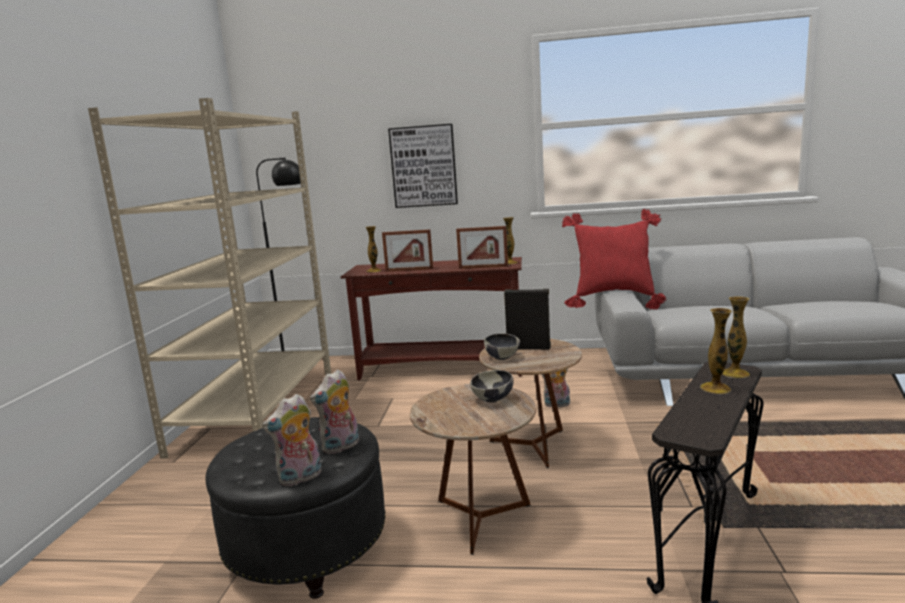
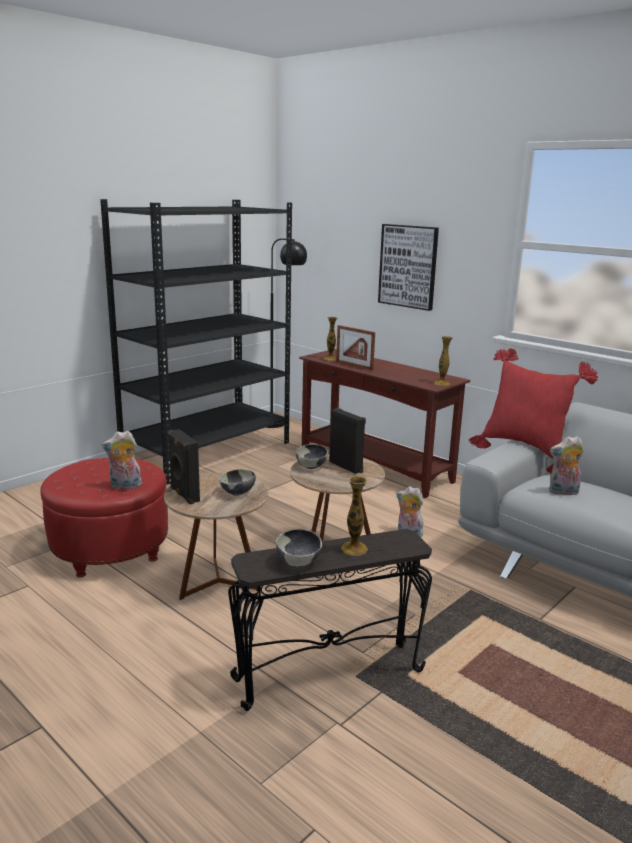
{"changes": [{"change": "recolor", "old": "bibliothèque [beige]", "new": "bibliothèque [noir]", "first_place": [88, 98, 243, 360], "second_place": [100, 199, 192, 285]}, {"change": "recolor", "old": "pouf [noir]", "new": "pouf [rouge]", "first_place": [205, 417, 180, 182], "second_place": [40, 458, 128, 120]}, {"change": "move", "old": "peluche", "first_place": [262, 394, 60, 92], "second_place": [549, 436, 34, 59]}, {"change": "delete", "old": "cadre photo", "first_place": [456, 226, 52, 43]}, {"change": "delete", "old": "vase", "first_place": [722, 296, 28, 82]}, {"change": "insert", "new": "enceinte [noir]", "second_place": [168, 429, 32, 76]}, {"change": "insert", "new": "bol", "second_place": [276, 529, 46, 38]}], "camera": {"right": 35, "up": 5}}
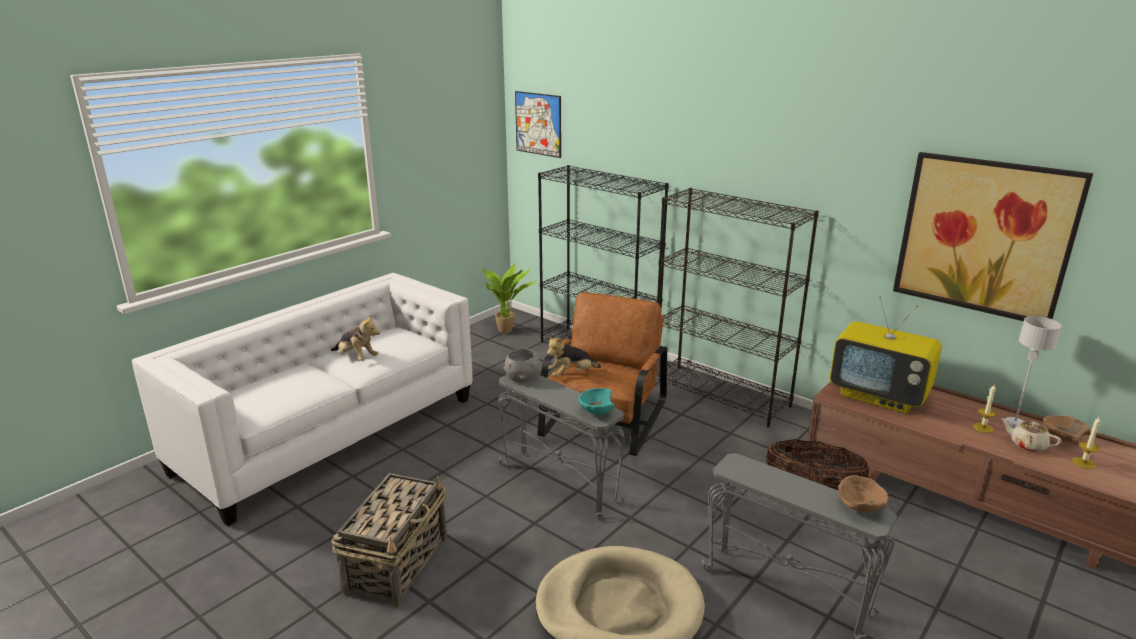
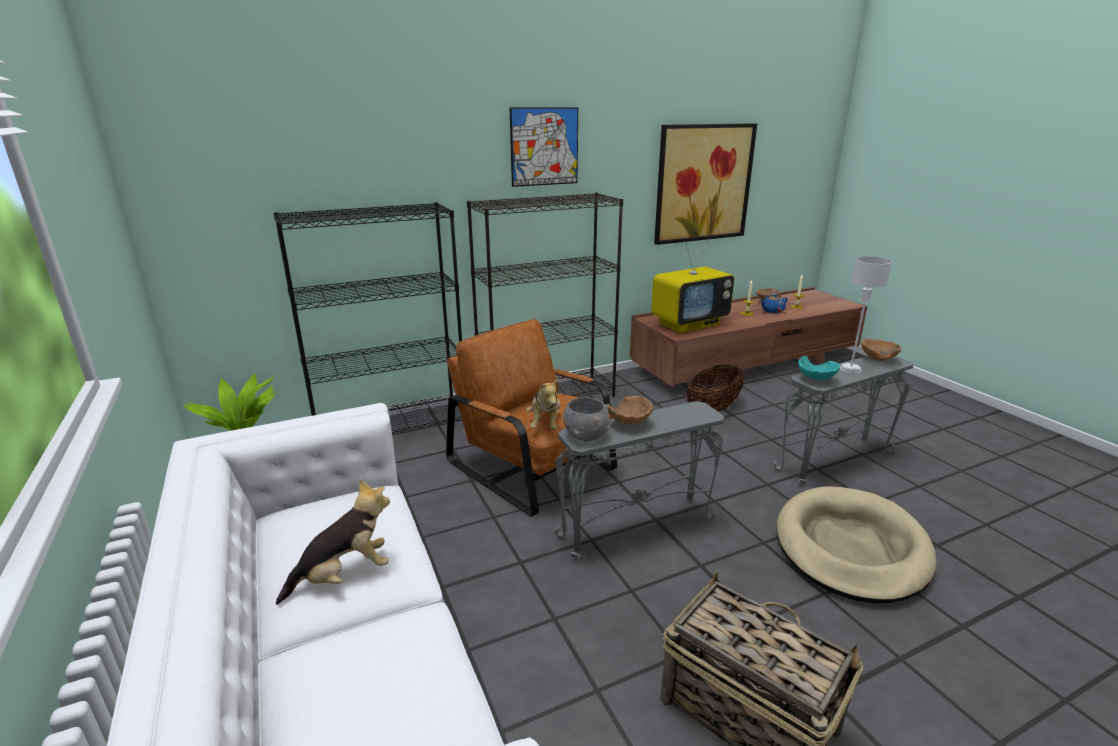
{"changes": [{"change": "move", "old": "tableau", "first_place": [515, 91, 46, 67], "second_place": [510, 107, 68, 80]}, {"change": "move", "old": "bol [turquoise]", "first_place": [579, 388, 36, 27], "second_place": [798, 356, 42, 24]}, {"change": "recolor", "old": "théière [beige]", "new": "théière [bleu]", "first_place": [1001, 418, 61, 34], "second_place": [760, 294, 28, 19]}, {"change": "move", "old": "lampe de table [gris]", "first_place": [1004, 316, 58, 112], "second_place": [840, 257, 52, 116]}, {"change": "insert", "new": "bol [marron]", "second_place": [607, 396, 46, 29]}], "camera": {"right": -65, "up": 0}}
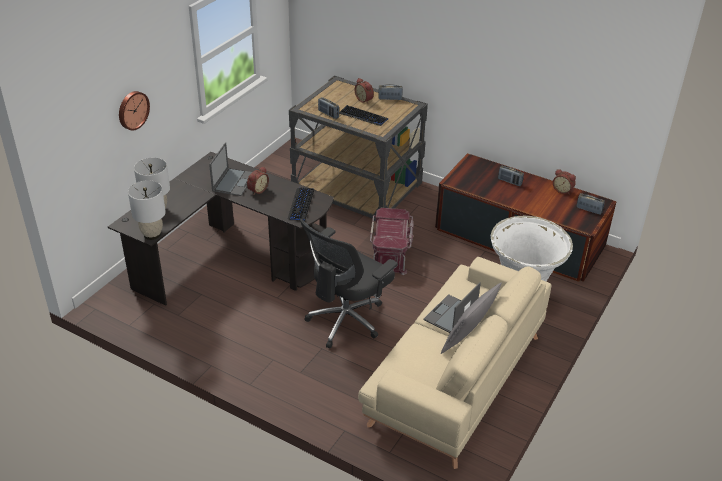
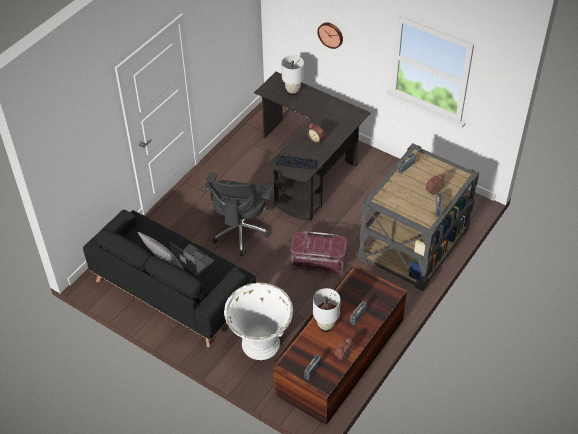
{"changes": [{"change": "move", "old": "lampe de table [blanc]", "first_place": [128, 180, 38, 60], "second_place": [313, 288, 28, 44]}, {"change": "delete", "old": "ordinateur portable", "first_place": [209, 142, 43, 54]}, {"change": "rotate", "old": "chaise de bureau", "first_place": [300, 219, 98, 129], "second_place": [205, 172, 69, 84], "degrees": -120}, {"change": "delete", "old": "clavier", "first_place": [339, 105, 49, 21]}, {"change": "recolor", "old": "canapé [beige]", "new": "canapé [noir]", "first_place": [358, 257, 193, 212], "second_place": [83, 210, 173, 137]}], "camera": {"right": 95, "up": 10}}
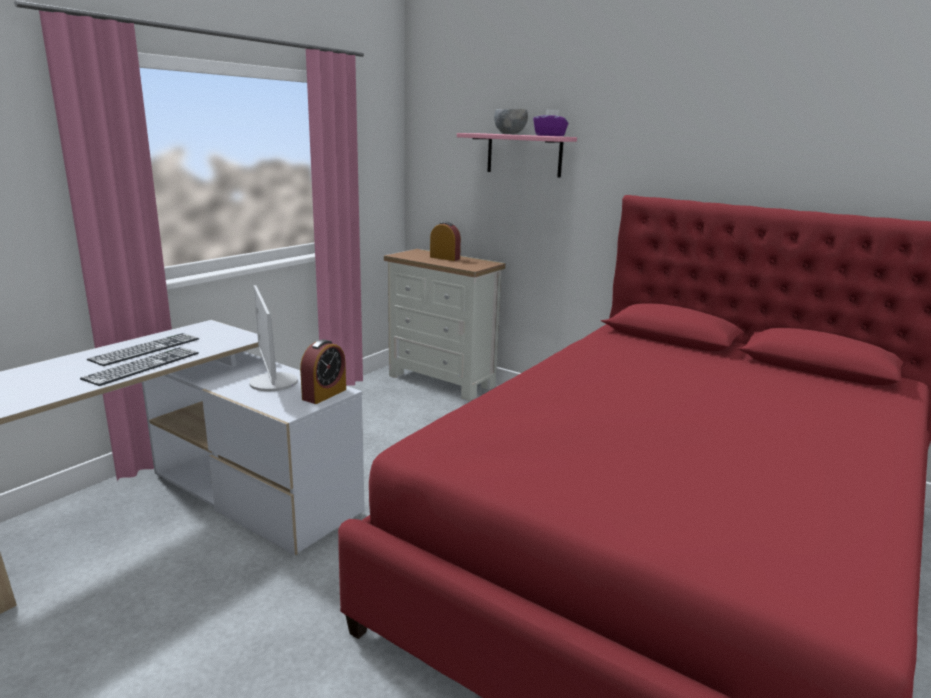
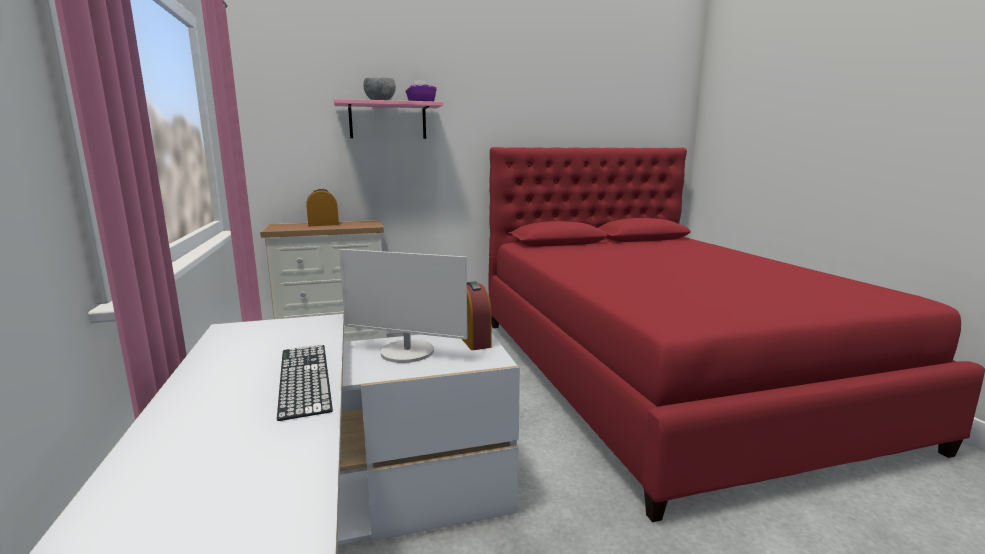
{"changes": [{"change": "delete", "old": "clavier", "first_place": [87, 333, 112, 33]}], "camera": {"right": -50, "up": -5}}
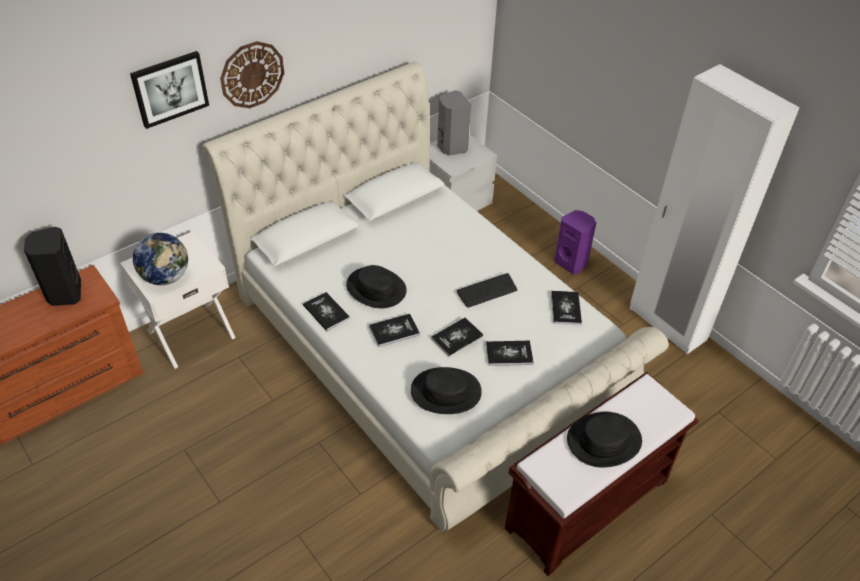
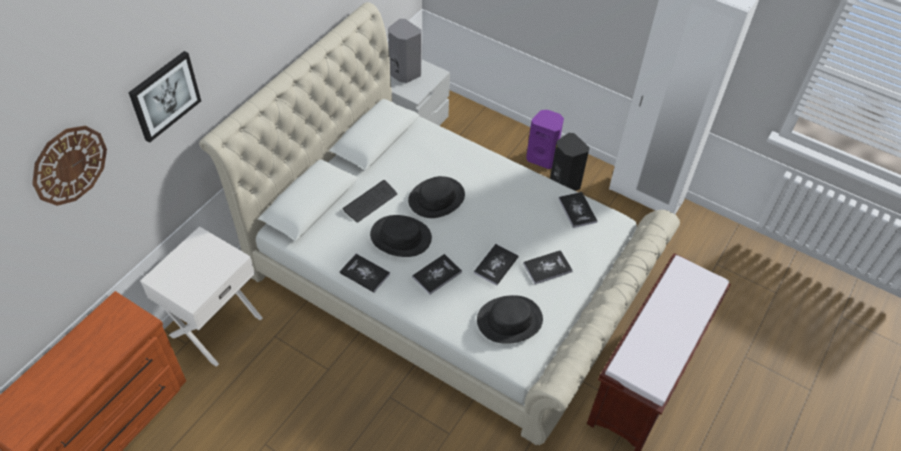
{"changes": [{"change": "move", "old": "enceinte [noir]", "first_place": [24, 227, 57, 79], "second_place": [550, 133, 40, 58]}, {"change": "delete", "old": "globe", "first_place": [133, 233, 55, 52]}, {"change": "move", "old": "horloge murale", "first_place": [220, 41, 64, 67], "second_place": [32, 126, 75, 80]}, {"change": "move", "old": "clavier", "first_place": [457, 273, 60, 35], "second_place": [342, 180, 55, 43]}, {"change": "move", "old": "chapeau [noir]", "first_place": [567, 412, 75, 55], "second_place": [408, 176, 57, 42]}], "camera": {"right": -20, "up": 5}}
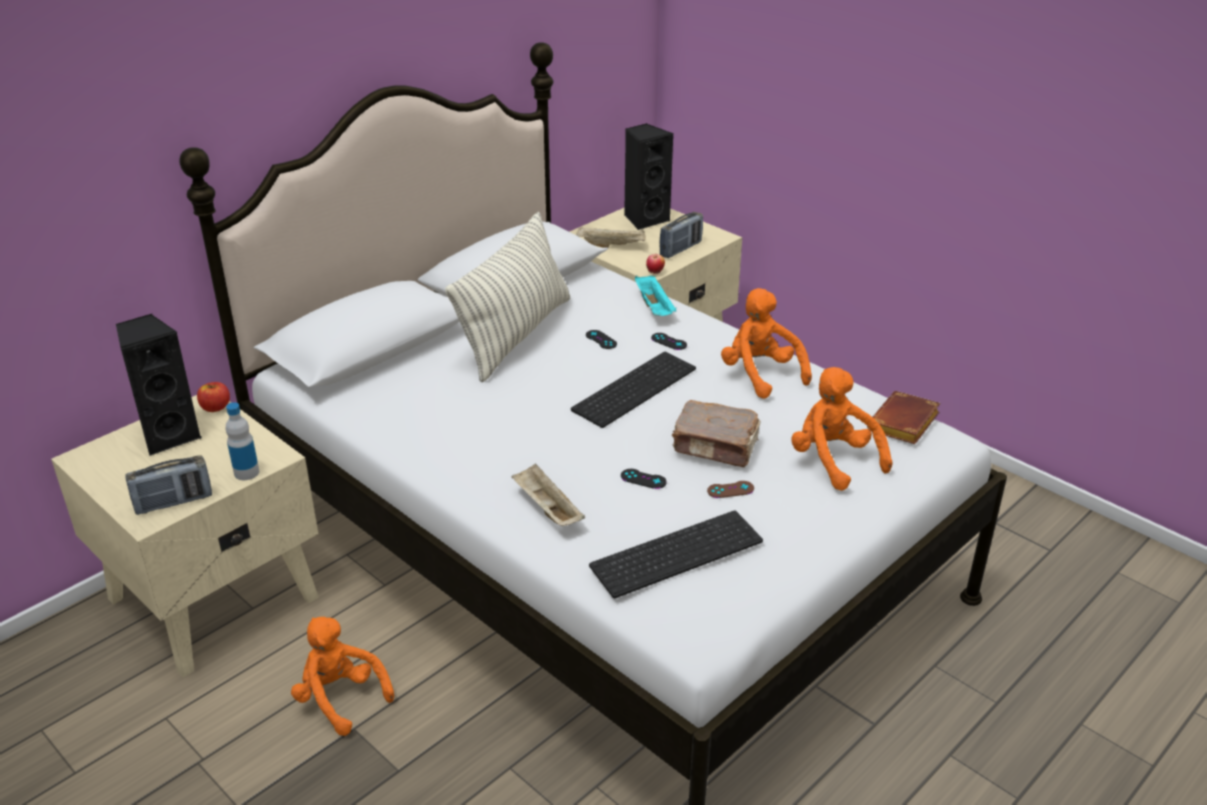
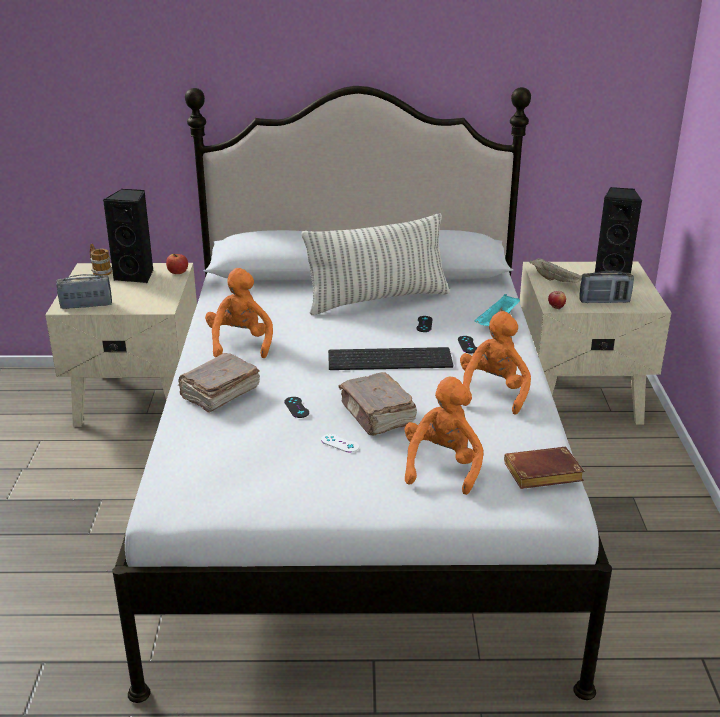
{"changes": [{"change": "rotate", "old": "radio", "first_place": [125, 455, 87, 60], "second_place": [56, 274, 56, 35], "degrees": 150}, {"change": "delete", "old": "bouteille", "first_place": [226, 402, 33, 78]}, {"change": "move", "old": "peluche [orange]", "first_place": [291, 617, 103, 119], "second_place": [205, 268, 68, 90]}, {"change": "replace", "old": "plateau [beige]", "new": "livre [marron]", "first_place": [512, 464, 73, 62], "second_place": [178, 353, 82, 60]}, {"change": "delete", "old": "clavier", "first_place": [589, 510, 174, 88]}, {"change": "recolor", "old": "manette [marron]", "new": "manette [blanc]", "first_place": [707, 481, 47, 17], "second_place": [321, 434, 38, 19]}, {"change": "insert", "new": "mug", "second_place": [90, 244, 22, 32]}], "camera": {"right": 45, "up": -5}}
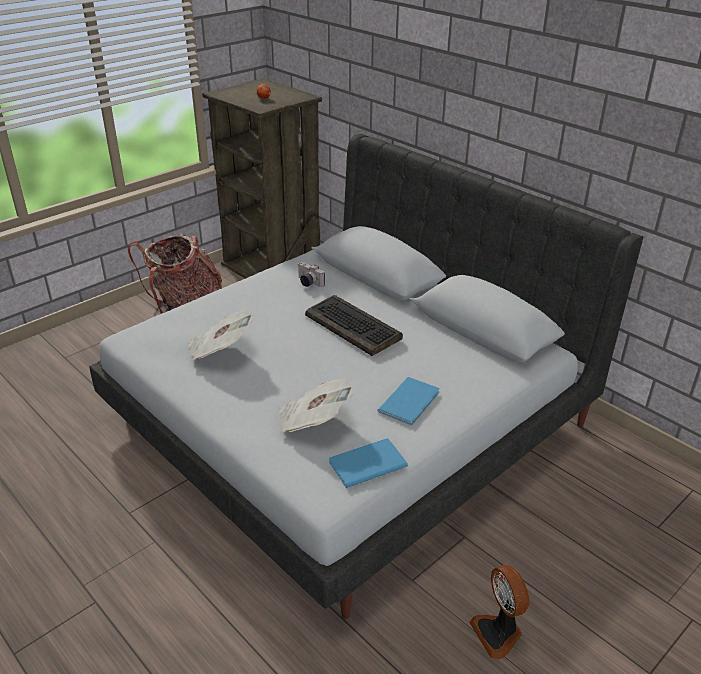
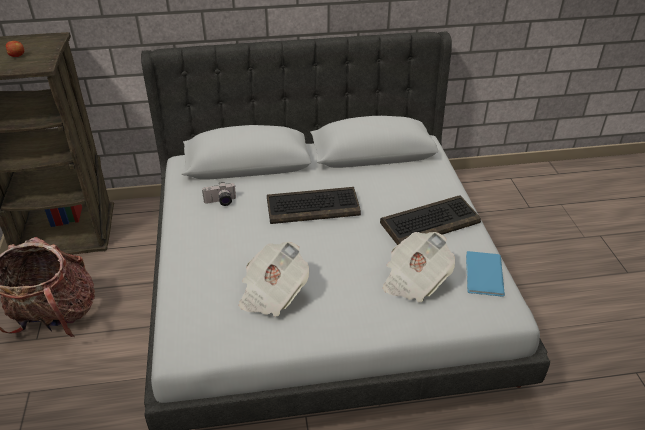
{"changes": [{"change": "replace", "old": "livre [bleu]", "new": "clavier", "first_place": [378, 377, 62, 48], "second_place": [380, 195, 101, 50]}, {"change": "delete", "old": "ventilateur", "first_place": [469, 565, 60, 95]}], "camera": {"right": -55, "up": 5}}
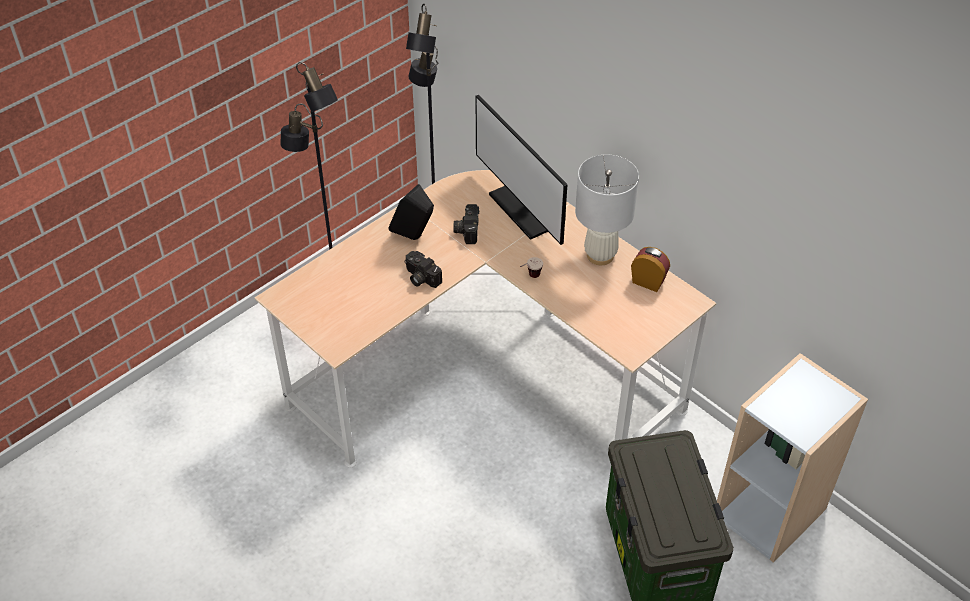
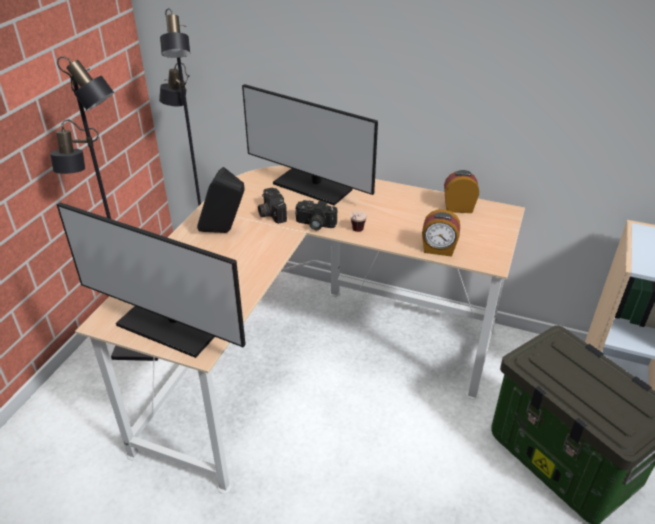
{"changes": [{"change": "move", "old": "appareil photo", "first_place": [404, 251, 38, 37], "second_place": [295, 200, 42, 30]}, {"change": "delete", "old": "lampe de table [blanc]", "first_place": [575, 154, 64, 111]}, {"change": "insert", "new": "écran d'ordinateur", "second_place": [56, 202, 190, 156]}, {"change": "insert", "new": "réveil", "second_place": [422, 209, 38, 48]}], "camera": {"right": -25, "up": -10}}
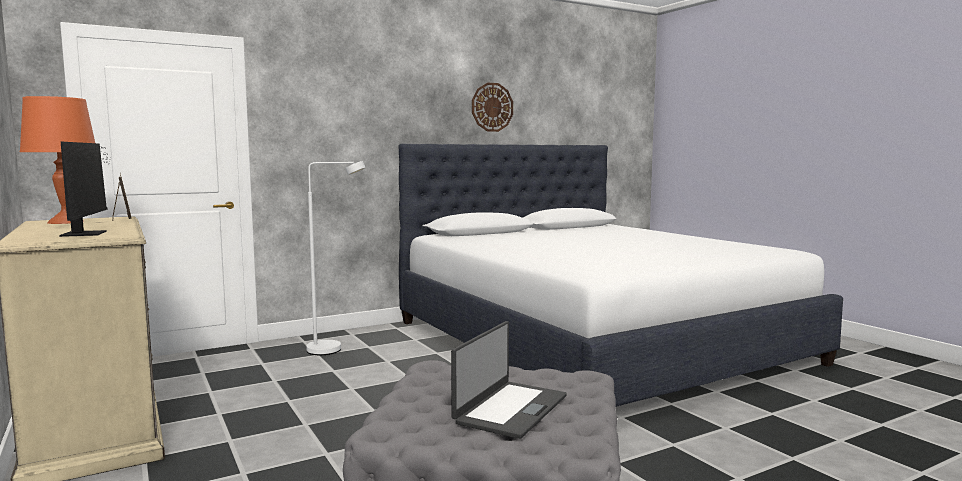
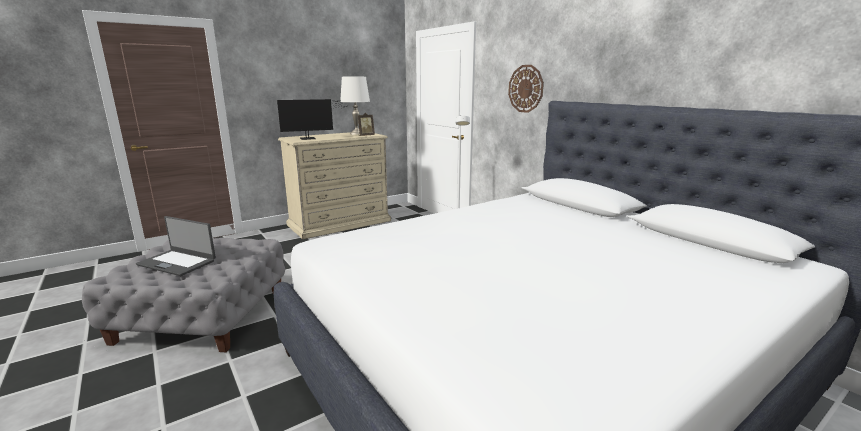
{"changes": [{"change": "recolor", "old": "lampe de table [orange]", "new": "lampe de table [blanc]", "first_place": [20, 96, 75, 128], "second_place": [340, 77, 30, 58]}, {"change": "move", "old": "horloge murale", "first_place": [472, 82, 41, 50], "second_place": [508, 65, 36, 48]}], "camera": {"right": 85, "up": 10}}
